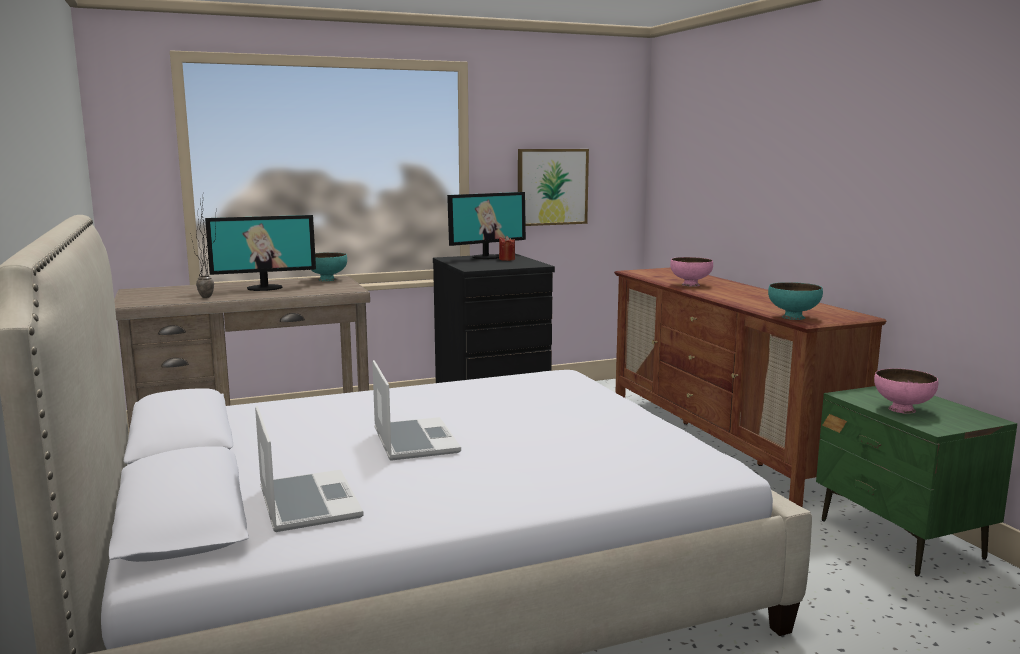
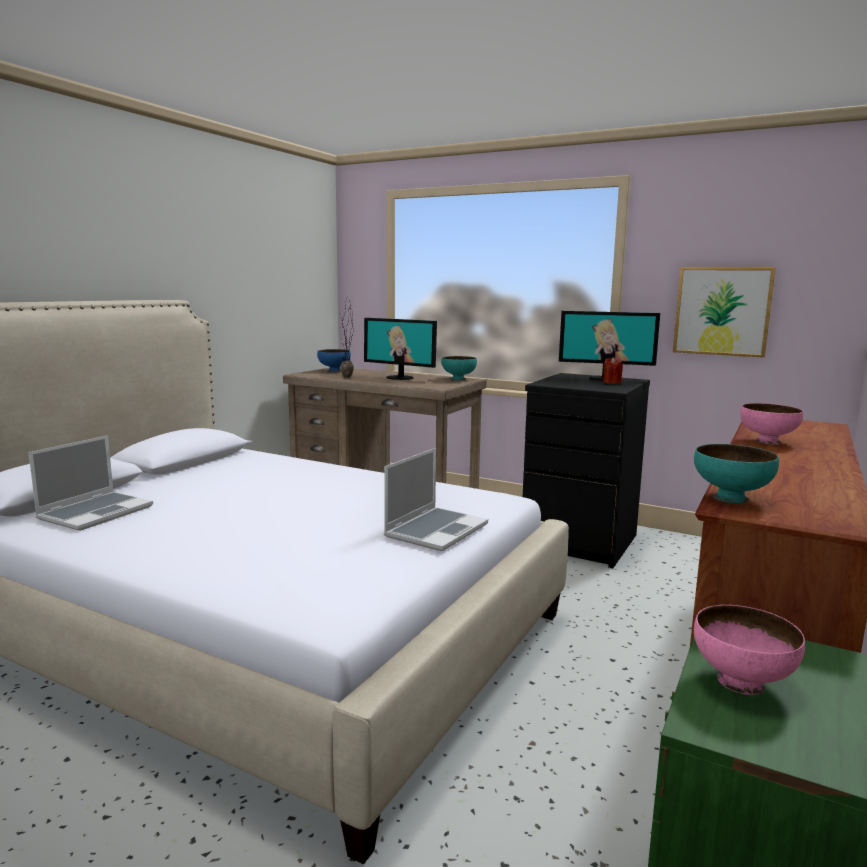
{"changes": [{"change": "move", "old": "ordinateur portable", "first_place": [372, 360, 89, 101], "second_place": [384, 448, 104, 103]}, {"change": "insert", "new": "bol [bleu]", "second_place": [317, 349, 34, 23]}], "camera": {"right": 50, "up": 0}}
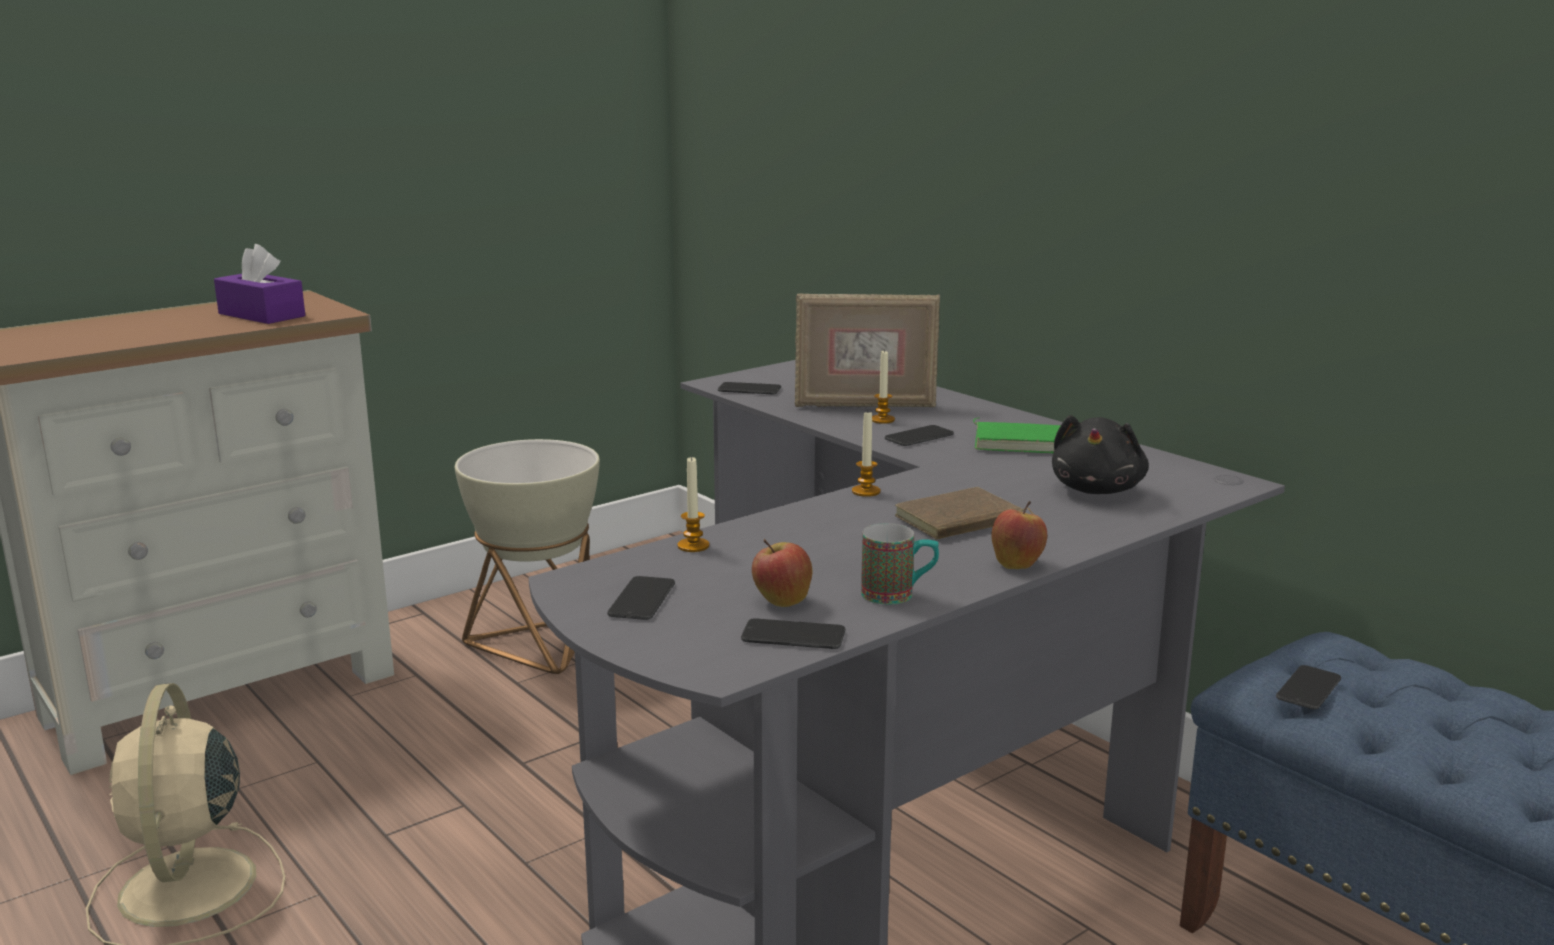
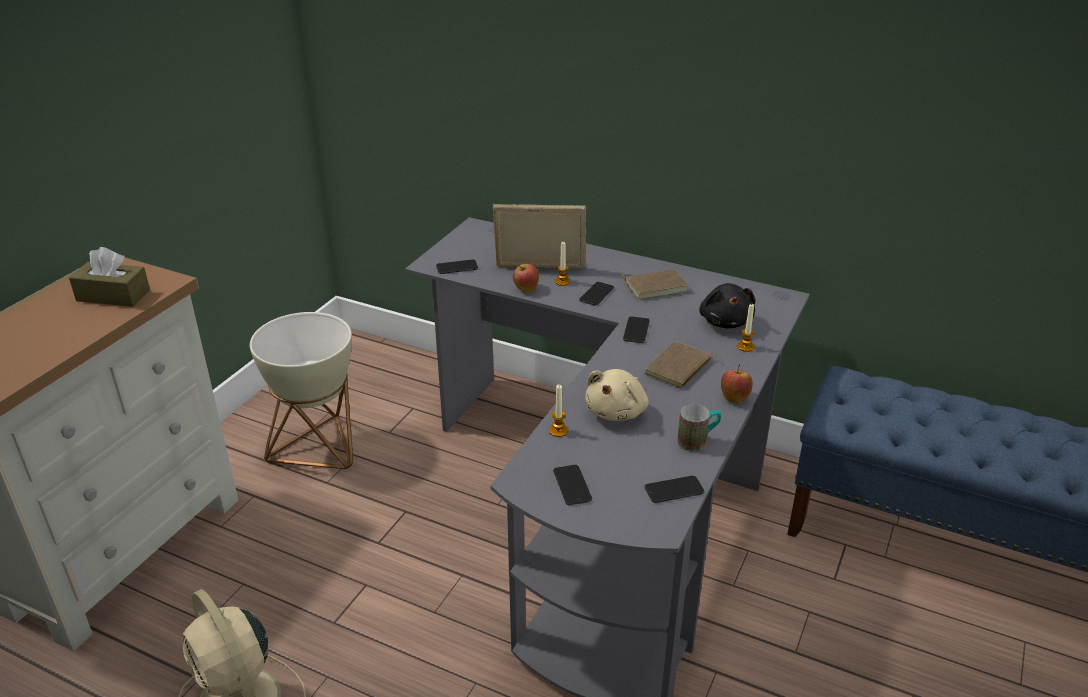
{"changes": [{"change": "recolor", "old": "boîte à mouchoirs [violet]", "new": "boîte à mouchoirs [marron]", "first_place": [214, 244, 91, 80], "second_place": [69, 247, 81, 60]}, {"change": "move", "old": "pomme", "first_place": [752, 539, 60, 68], "second_place": [513, 264, 26, 28]}, {"change": "rotate", "old": "cadre photo", "first_place": [795, 294, 145, 113], "second_place": [493, 204, 94, 65], "degrees": -150}, {"change": "move", "old": "bougie", "first_place": [852, 412, 28, 85], "second_place": [737, 304, 18, 48]}, {"change": "recolor", "old": "livre [vert]", "new": "livre [marron]", "first_place": [973, 418, 88, 35], "second_place": [622, 270, 67, 30]}, {"change": "move", "old": "téléphone", "first_place": [1276, 665, 65, 45], "second_place": [623, 317, 27, 26]}, {"change": "insert", "new": "peluche [beige]", "second_place": [585, 369, 63, 52]}], "camera": {"right": -25, "up": 15}}
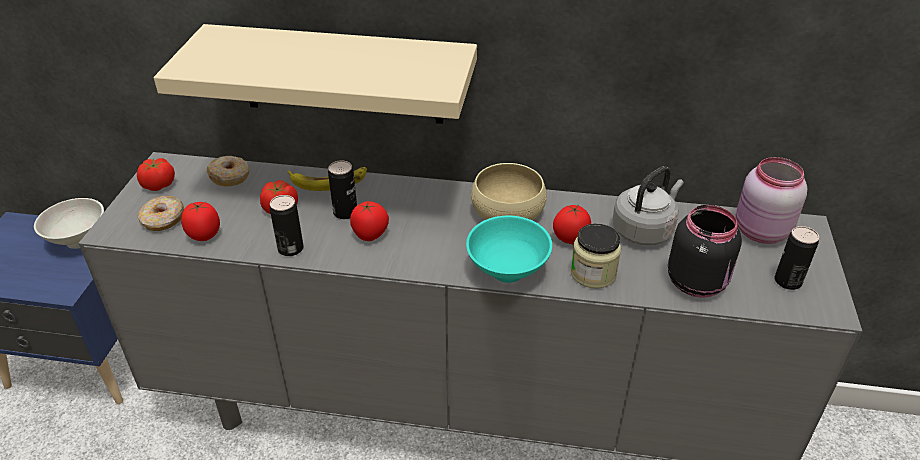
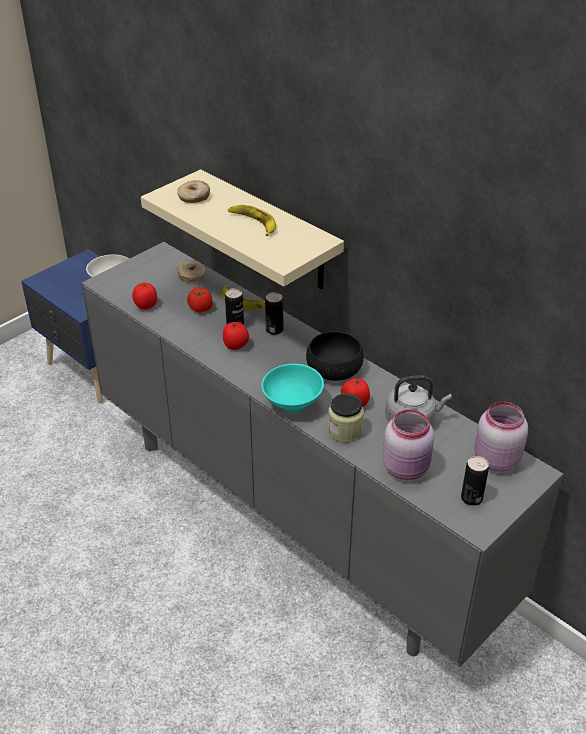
{"changes": [{"change": "delete", "old": "tomate", "first_place": [137, 158, 38, 33]}, {"change": "move", "old": "beignet", "first_place": [138, 196, 46, 35], "second_place": [177, 180, 33, 23]}, {"change": "move", "old": "boîte métallique", "first_place": [270, 195, 34, 61], "second_place": [265, 292, 18, 43]}, {"change": "recolor", "old": "bol [beige]", "new": "bol [noir]", "first_place": [471, 163, 76, 58], "second_place": [306, 331, 58, 50]}, {"change": "recolor", "old": "bocal [noir]", "new": "bocal [rose]", "first_place": [668, 205, 74, 93], "second_place": [383, 410, 51, 70]}, {"change": "insert", "new": "banane", "second_place": [228, 205, 48, 31]}], "camera": {"right": 35, "up": 0}}
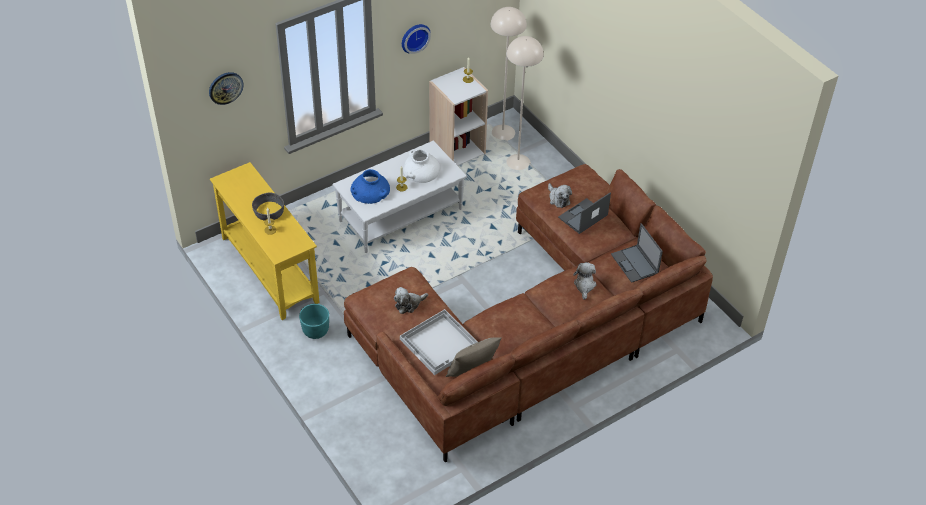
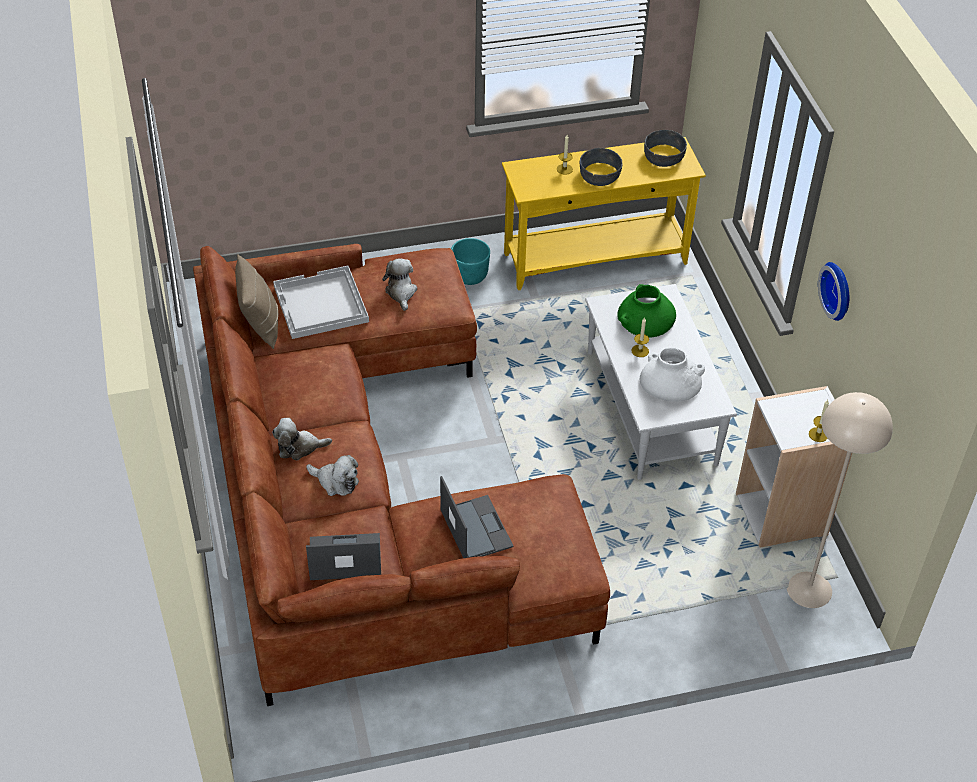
{"changes": [{"change": "delete", "old": "horloge murale", "first_place": [209, 72, 35, 33]}, {"change": "recolor", "old": "vase [bleu]", "new": "vase [vert]", "first_place": [350, 169, 40, 35], "second_place": [617, 284, 59, 54]}, {"change": "delete", "old": "lampadaire [beige]", "first_place": [506, 36, 38, 134]}, {"change": "move", "old": "peluche", "first_place": [548, 183, 24, 25], "second_place": [272, 418, 60, 42]}, {"change": "insert", "new": "bol [gris]", "second_place": [644, 130, 43, 37]}], "camera": {"right": 110, "up": 0}}
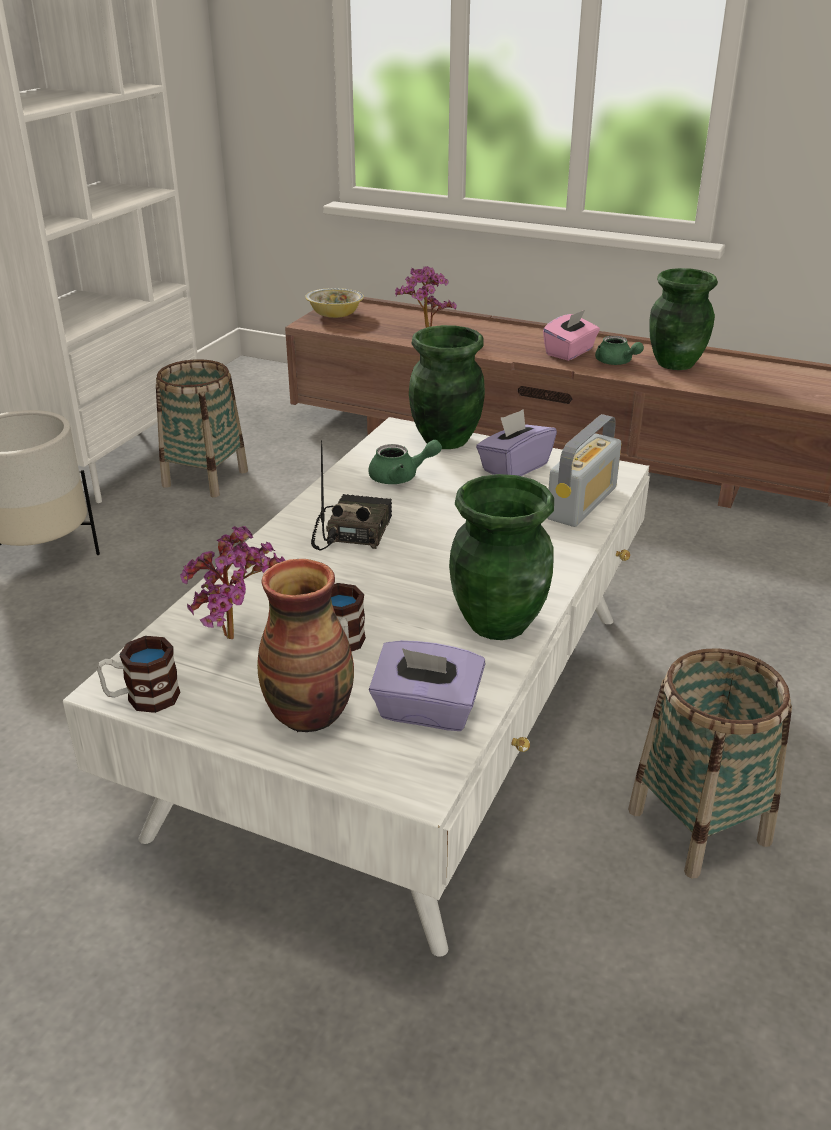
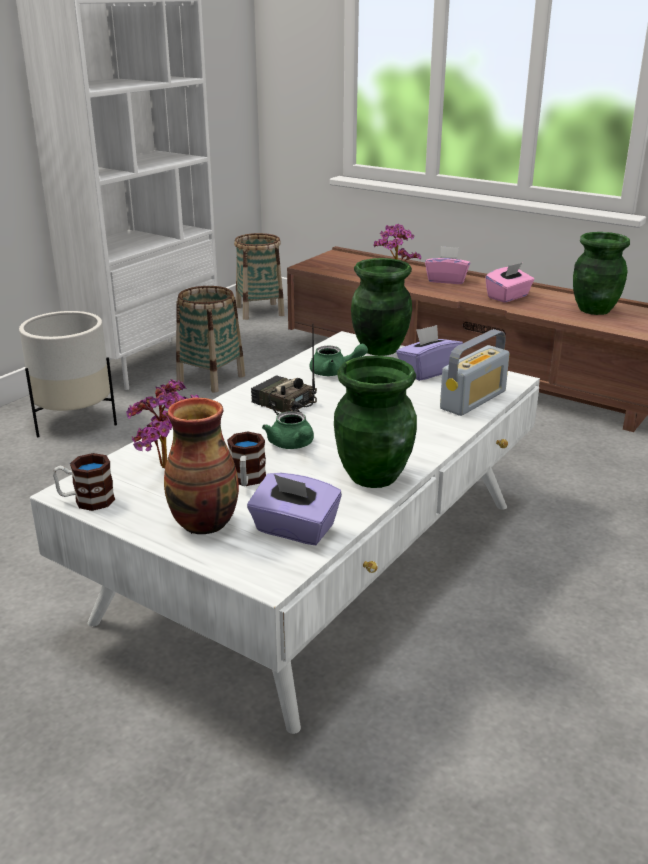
{"changes": [{"change": "delete", "old": "bol", "first_place": [306, 288, 58, 30]}, {"change": "rotate", "old": "radio", "first_place": [311, 440, 81, 111], "second_place": [251, 324, 66, 91], "degrees": -75}, {"change": "move", "old": "théière [vert]", "first_place": [595, 336, 49, 29], "second_place": [262, 411, 52, 38]}, {"change": "move", "old": "panier", "first_place": [628, 648, 164, 230], "second_place": [234, 233, 51, 87]}, {"change": "insert", "new": "boîte à mouchoirs [rose]", "second_place": [425, 246, 45, 38]}], "camera": {"right": 10, "up": -5}}
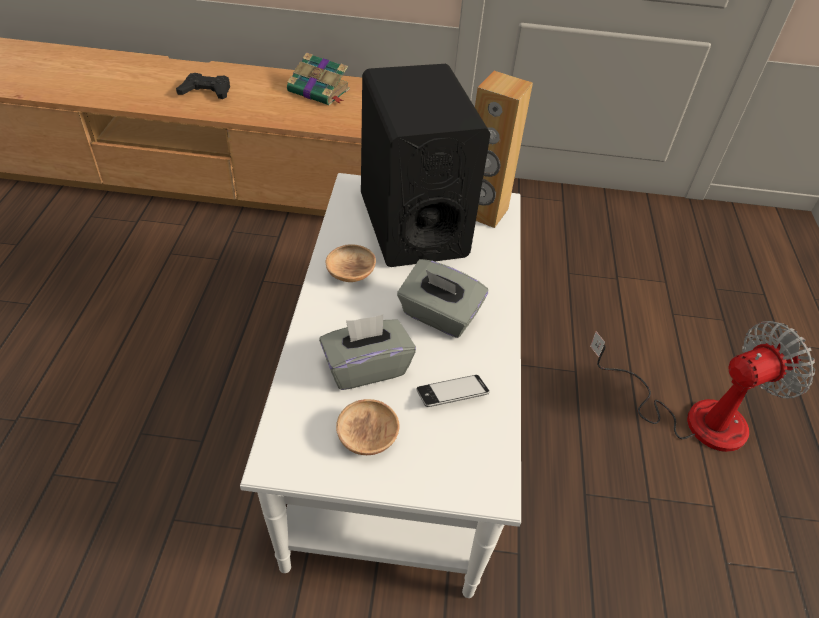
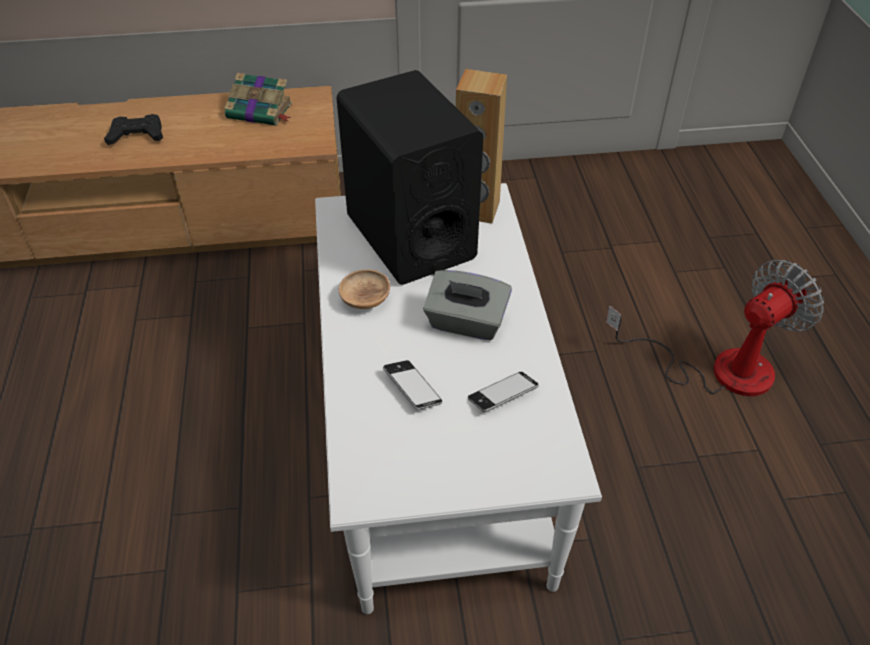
{"changes": [{"change": "replace", "old": "boîte à mouchoirs [gris]", "new": "téléphone", "first_place": [319, 314, 97, 76], "second_place": [383, 360, 59, 50]}, {"change": "delete", "old": "bol [marron]", "first_place": [336, 399, 64, 56]}], "camera": {"right": -10, "up": 0}}
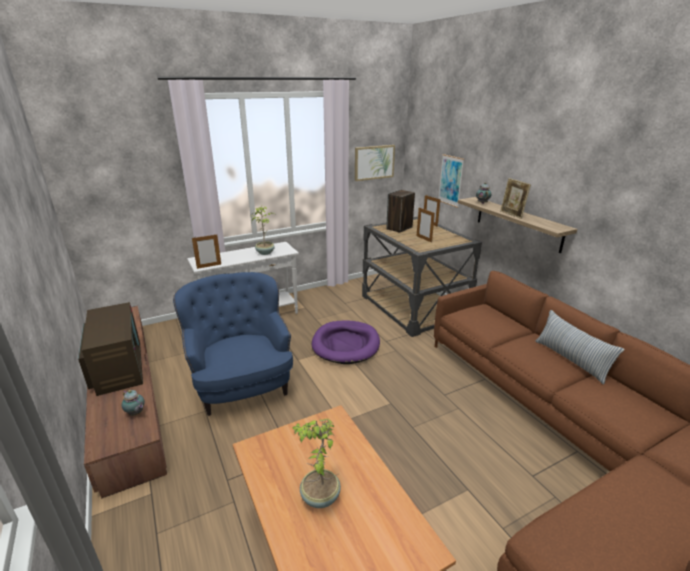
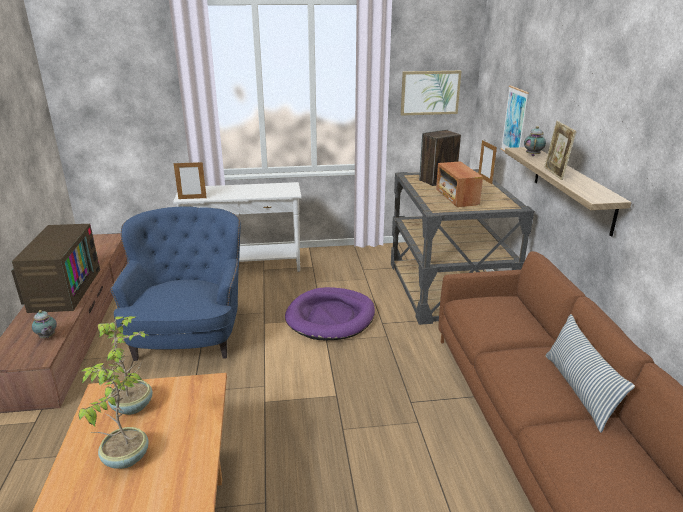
{"changes": [{"change": "move", "old": "plante en pot", "first_place": [251, 206, 24, 49], "second_place": [98, 316, 54, 99]}, {"change": "replace", "old": "cadre photo", "new": "radio", "first_place": [417, 208, 18, 35], "second_place": [436, 161, 47, 46]}], "camera": {"right": 20, "up": 0}}
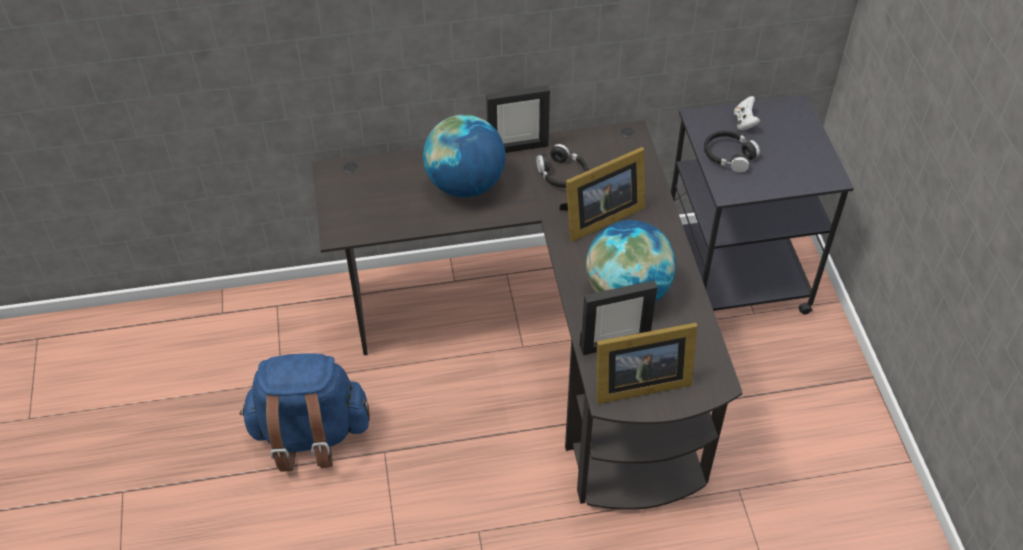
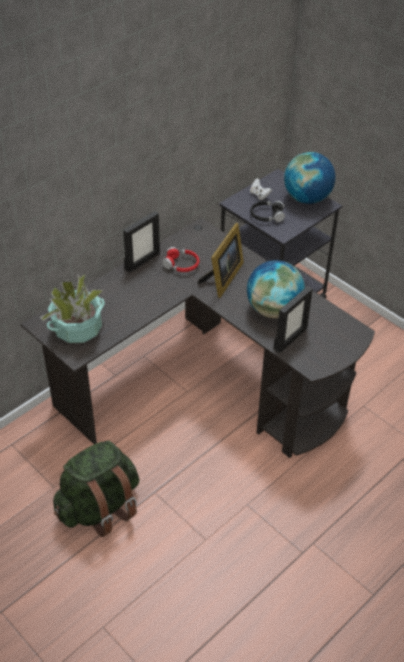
{"changes": [{"change": "recolor", "old": "sac à dos [bleu]", "new": "sac à dos [vert]", "first_place": [240, 353, 130, 119], "second_place": [53, 441, 86, 96]}, {"change": "move", "old": "globe", "first_place": [423, 115, 82, 82], "second_place": [284, 152, 52, 52]}, {"change": "recolor", "old": "casque audio [noir]", "new": "casque audio [rouge]", "first_place": [536, 144, 52, 44], "second_place": [162, 247, 37, 25]}, {"change": "delete", "old": "cadre photo", "first_place": [596, 323, 101, 81]}, {"change": "insert", "new": "plante en pot", "second_place": [40, 274, 65, 69]}], "camera": {"right": -35, "up": -5}}
